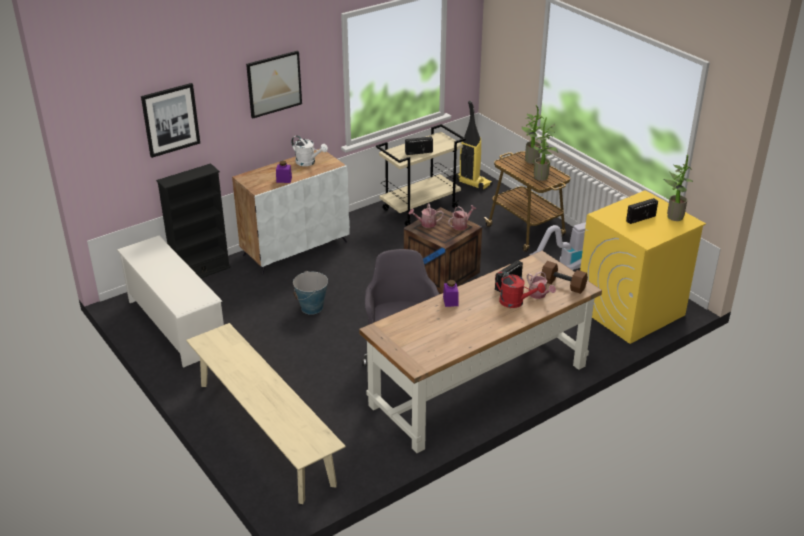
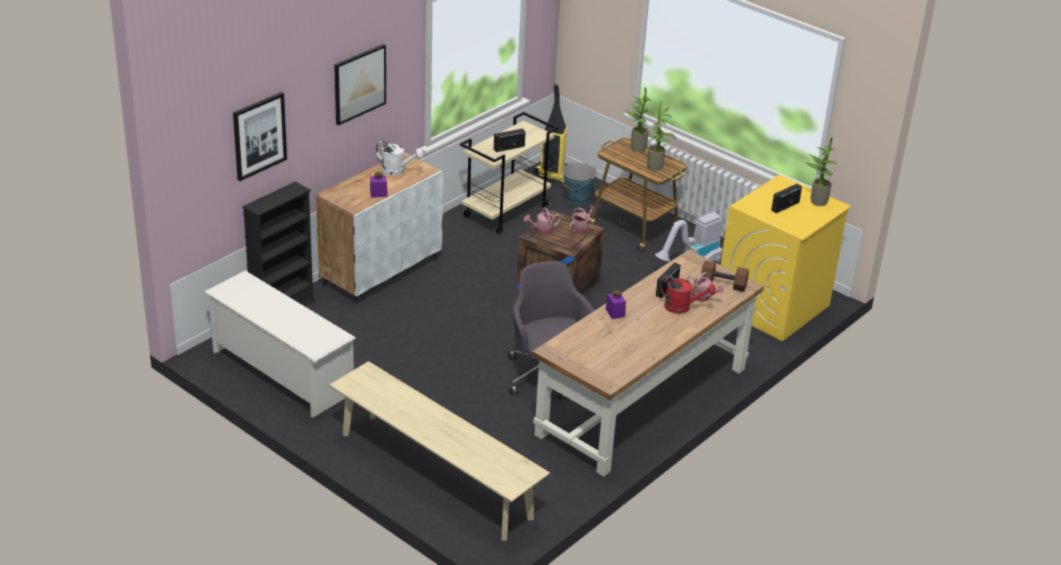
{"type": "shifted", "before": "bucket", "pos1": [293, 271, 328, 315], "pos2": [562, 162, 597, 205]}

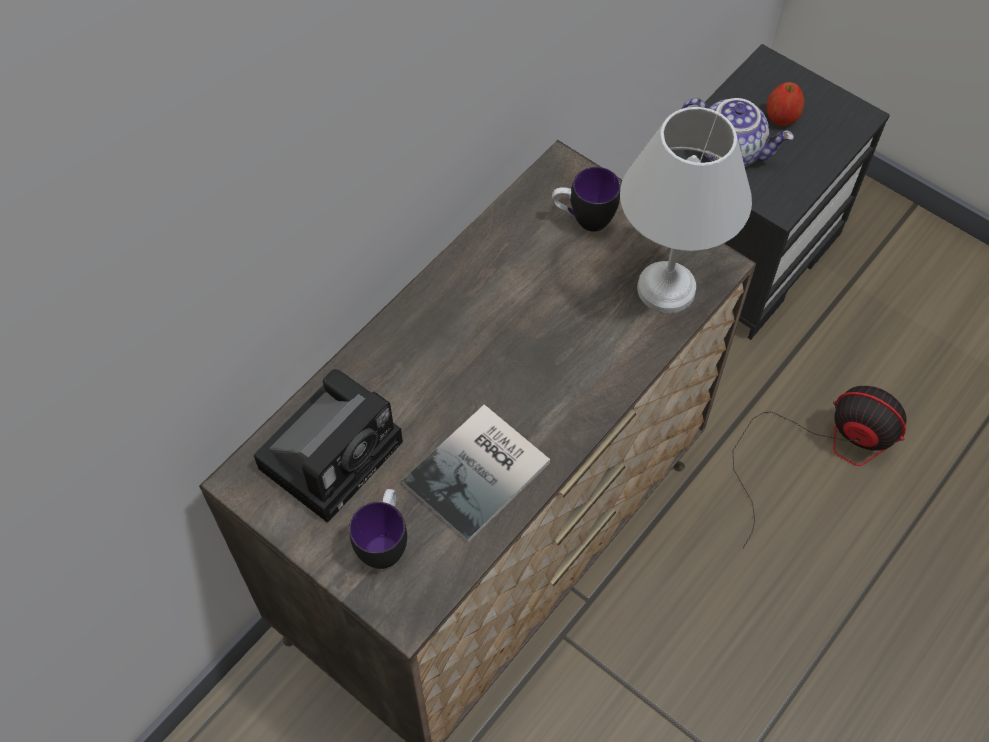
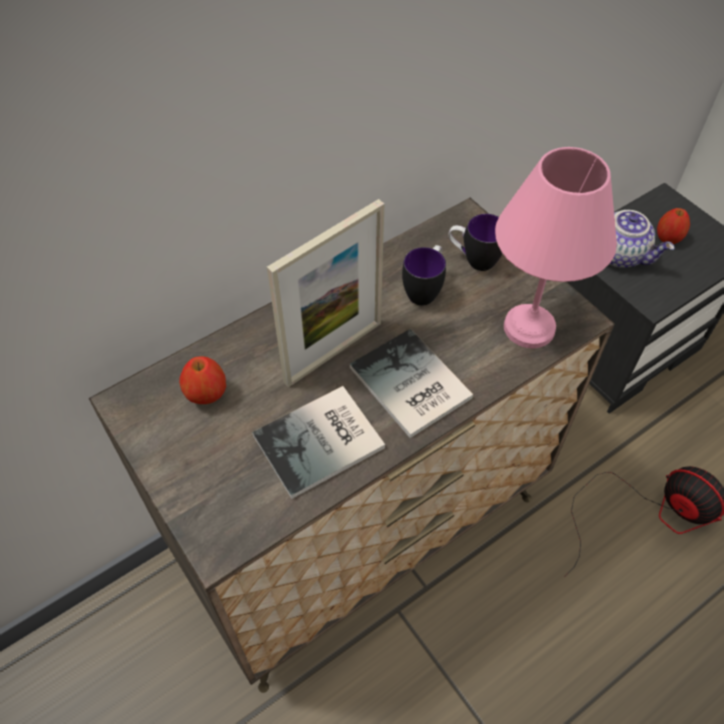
{"type": "swapped", "before": "photo camera", "after": "whole apple", "pos1": [254, 369, 403, 523], "pos2": [179, 356, 226, 404]}
{"type": "new", "after": "photo frame", "pos2": [267, 199, 385, 387]}
{"type": "new", "after": "book", "pos2": [350, 329, 473, 438]}
{"type": "shifted", "before": "coffee mug", "pos1": [349, 489, 407, 569], "pos2": [402, 245, 446, 306]}
{"type": "repainted", "before": "white-coloured tabletop lamp", "after": "pinkish tabletop lamp", "pos1": [620, 107, 752, 313], "pos2": [495, 147, 617, 348]}

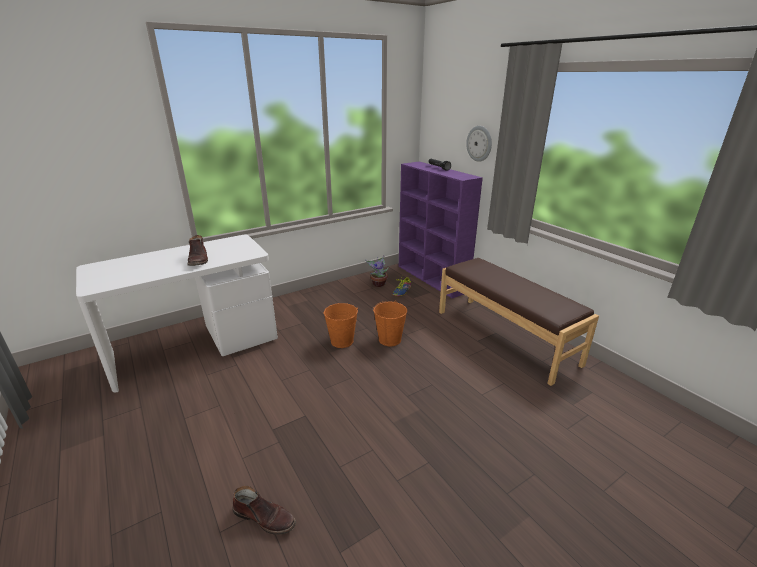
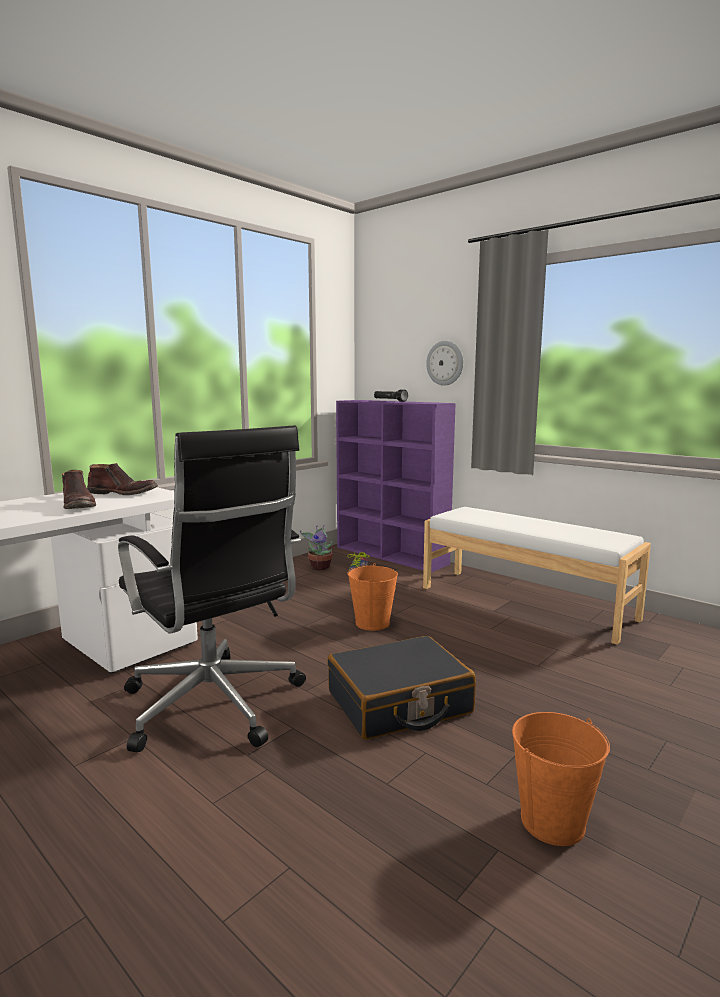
{"type": "shifted", "before": "brownish tall boot", "pos1": [233, 486, 296, 535], "pos2": [87, 463, 158, 495]}
{"type": "new", "after": "black-coloured desk chair", "pos2": [118, 425, 306, 752]}
{"type": "new", "after": "black-coloured travel case", "pos2": [327, 636, 476, 740]}
{"type": "repainted", "before": "brownish indoor bench", "after": "white-coloured indoor bench", "pos1": [439, 258, 599, 386], "pos2": [423, 507, 651, 645]}
{"type": "shifted", "before": "orangey bucket", "pos1": [323, 303, 358, 348], "pos2": [512, 712, 610, 846]}

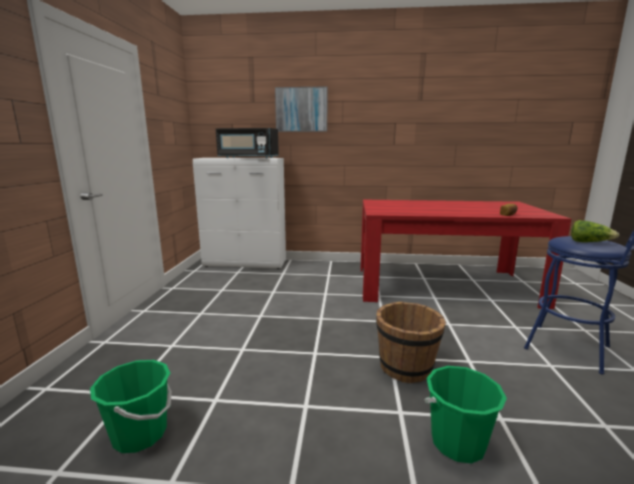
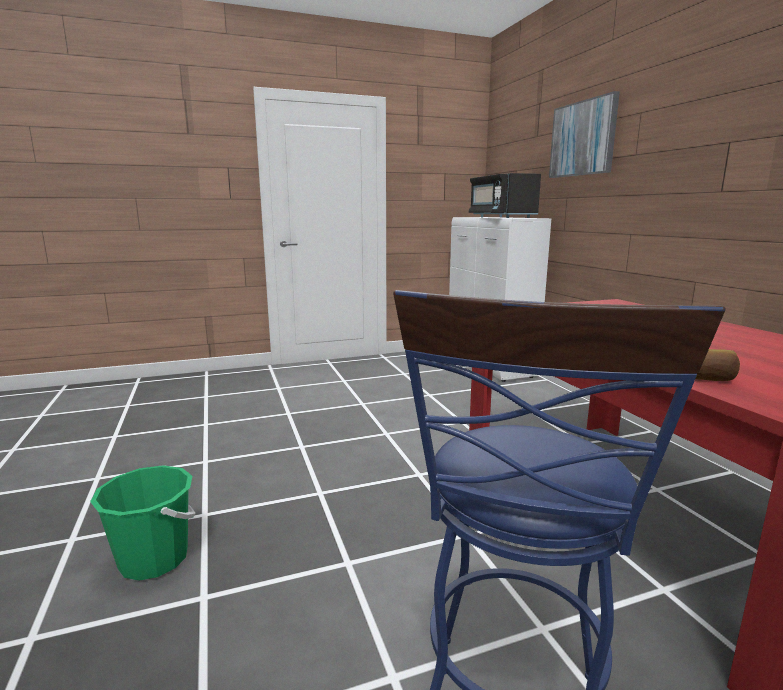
{"type": "gone", "before": "green-coloured bucket", "pos1": [90, 360, 172, 453]}
{"type": "gone", "before": "brownish bucket", "pos1": [376, 301, 446, 383]}
{"type": "gone", "before": "lettuce head", "pos1": [571, 220, 619, 242]}

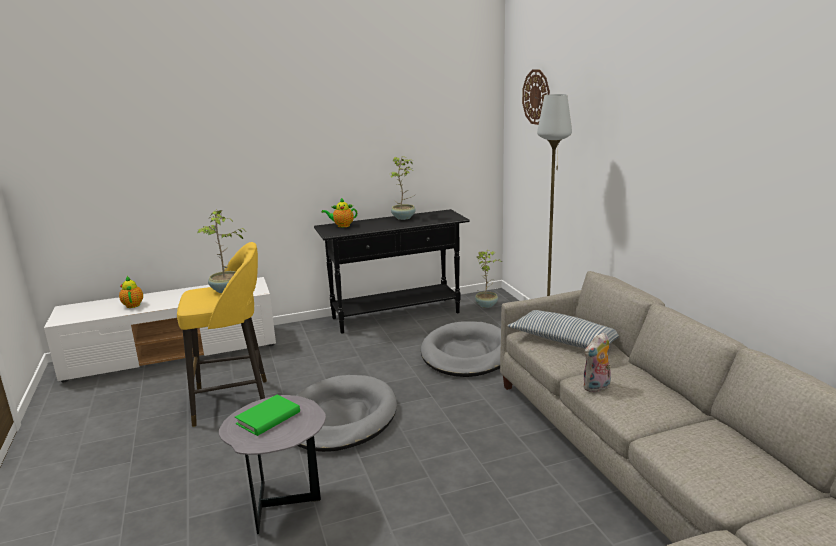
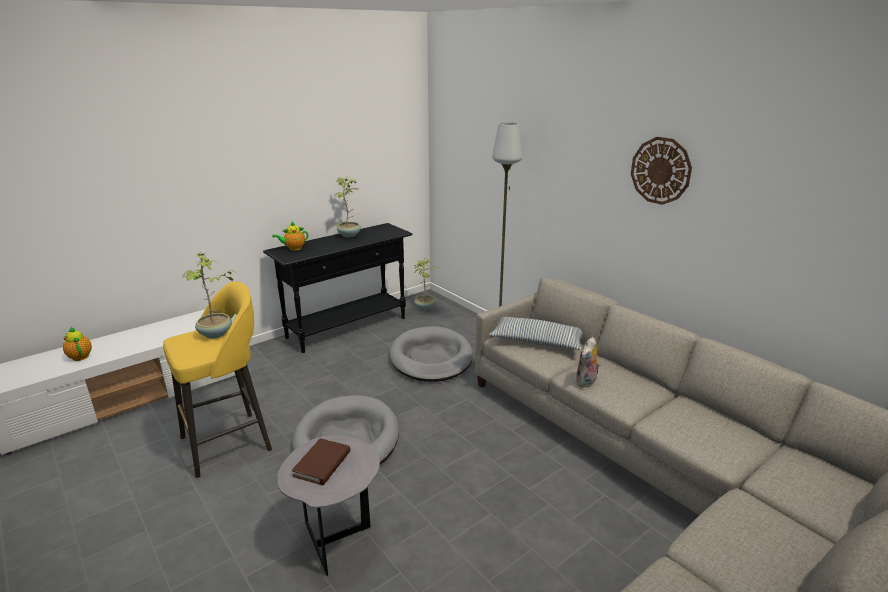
{"type": "repainted", "before": "green-coloured book", "after": "brownish book", "pos1": [235, 395, 300, 436], "pos2": [292, 438, 350, 485]}
{"type": "shifted", "before": "clock on the wall", "pos1": [522, 69, 550, 125], "pos2": [631, 137, 692, 205]}

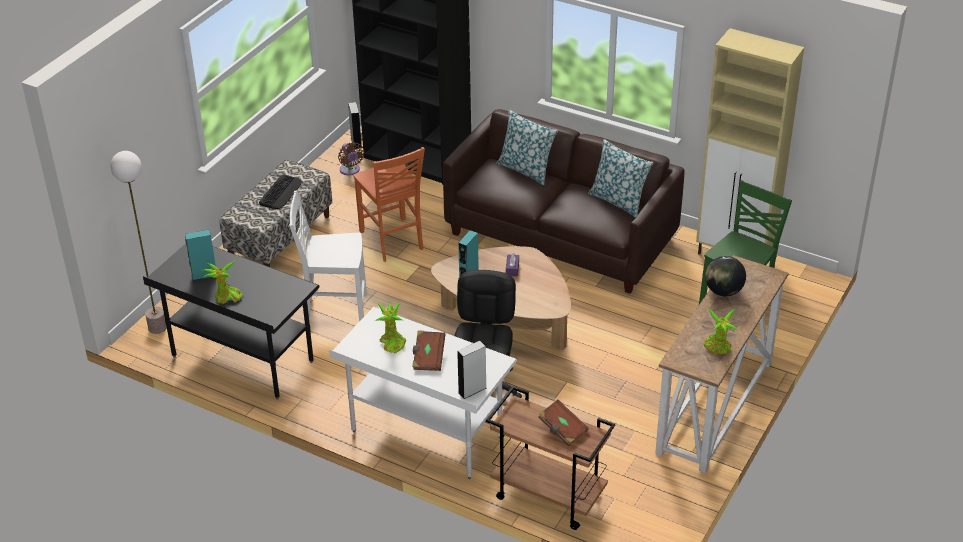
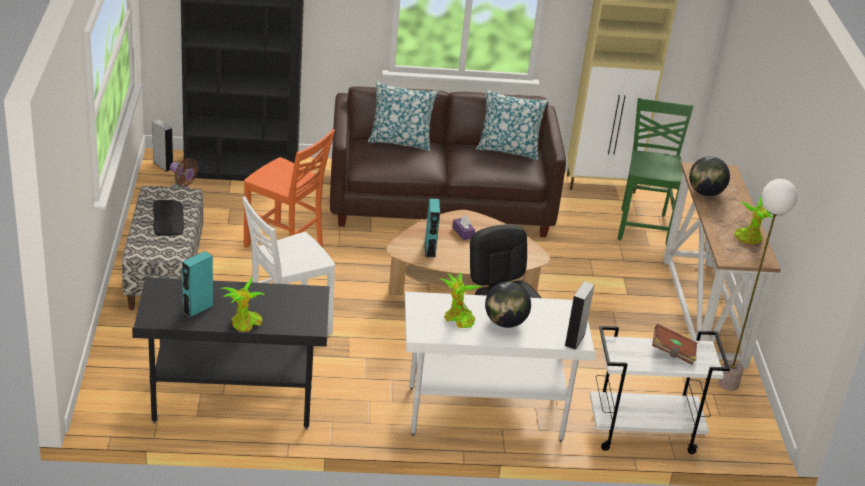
{"type": "swapped", "before": "brownish book", "after": "desk globe", "pos1": [412, 330, 446, 371], "pos2": [485, 282, 531, 328]}
{"type": "repainted", "before": "brownish wheeled cart", "after": "white-coloured wheeled cart", "pos1": [486, 386, 615, 530], "pos2": [590, 326, 730, 454]}
{"type": "shifted", "before": "standard lamp", "pos1": [111, 151, 167, 334], "pos2": [718, 179, 798, 391]}

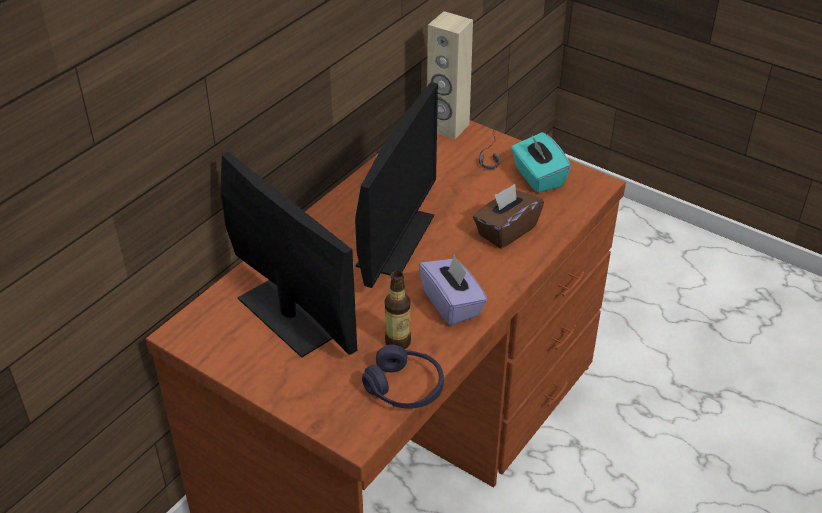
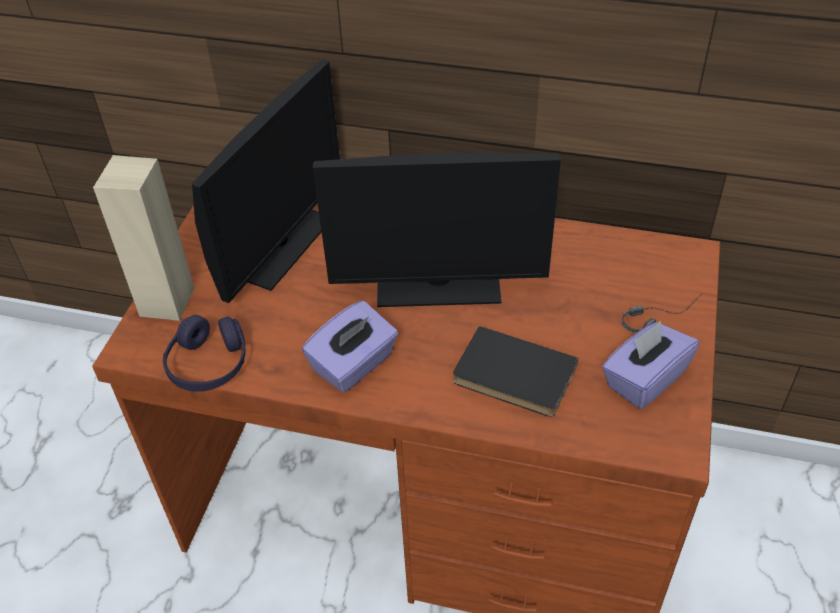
{"type": "shifted", "before": "sand-coloured audio speaker", "pos1": [427, 11, 473, 139], "pos2": [93, 155, 194, 321]}
{"type": "swapped", "before": "brownish box of tissues", "after": "black-coloured book", "pos1": [473, 184, 544, 249], "pos2": [453, 326, 578, 417]}
{"type": "repainted", "before": "turquoise box of tissues", "after": "purple-coloured box of tissues", "pos1": [511, 132, 571, 193], "pos2": [602, 321, 699, 409]}
{"type": "gone", "before": "drink bottle", "pos1": [384, 271, 411, 349]}

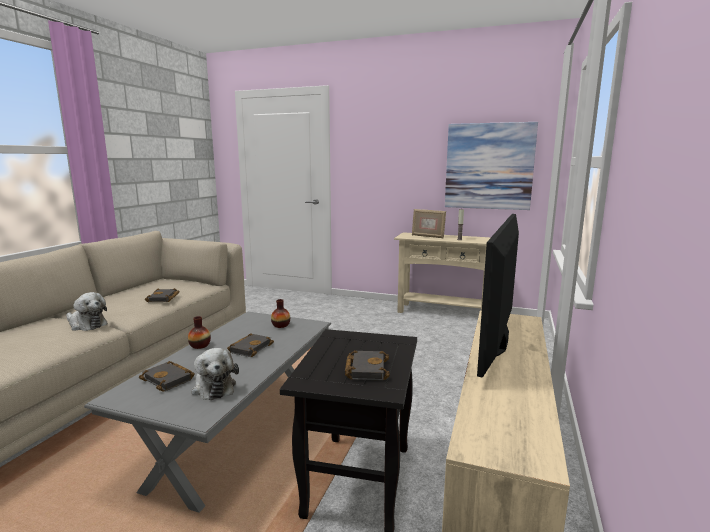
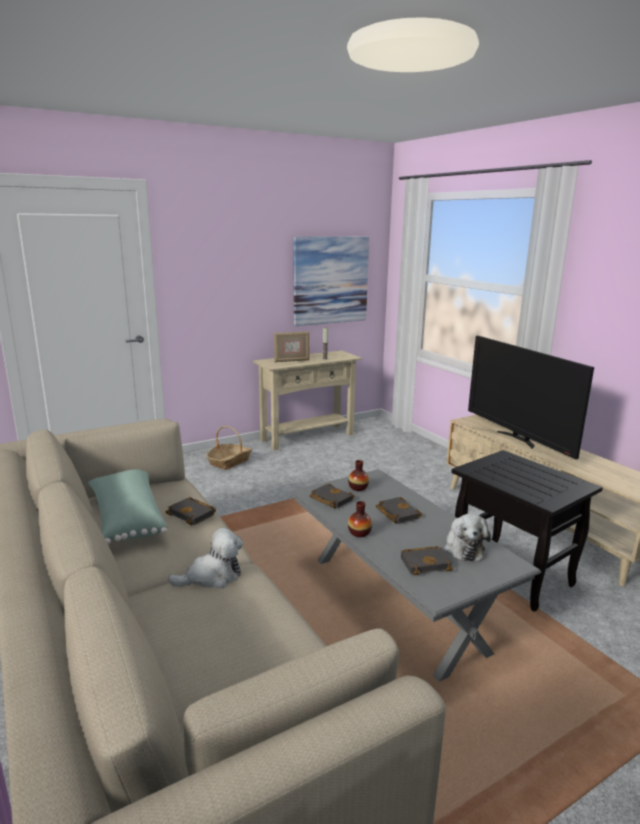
{"type": "new", "after": "green-coloured throw pillow", "pos2": [88, 469, 167, 544]}
{"type": "new", "after": "basket", "pos2": [206, 426, 252, 470]}
{"type": "shifted", "before": "black-coloured book", "pos1": [345, 350, 390, 380], "pos2": [310, 483, 354, 509]}
{"type": "rotated", "before": "plush toy", "pos1": [191, 348, 239, 400], "pos2": [444, 514, 491, 561], "turn": 75}

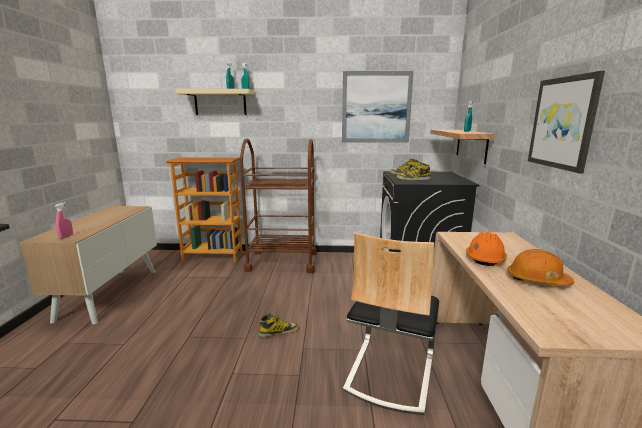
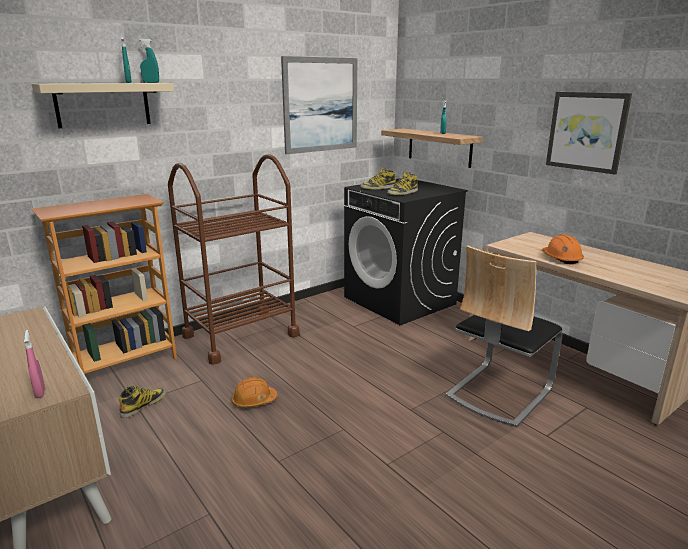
{"type": "shifted", "before": "tall boot", "pos1": [258, 313, 299, 337], "pos2": [119, 386, 166, 418]}
{"type": "shifted", "before": "orangey safety helmet", "pos1": [507, 249, 574, 286], "pos2": [232, 377, 278, 408]}
{"type": "rotated", "before": "chair", "pos1": [343, 232, 439, 415], "pos2": [446, 245, 562, 427], "turn": 60}

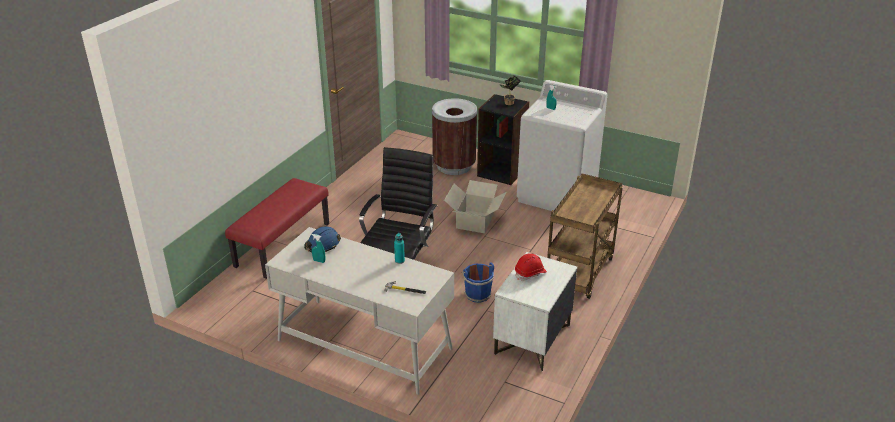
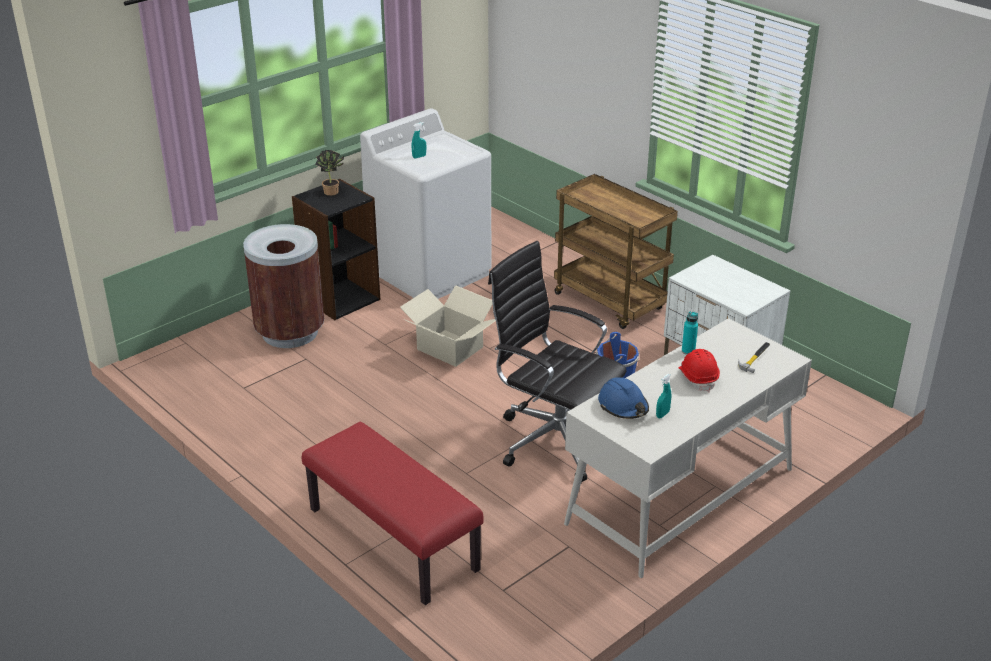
{"type": "shifted", "before": "reddish safety helmet", "pos1": [515, 253, 547, 280], "pos2": [679, 349, 720, 392]}

